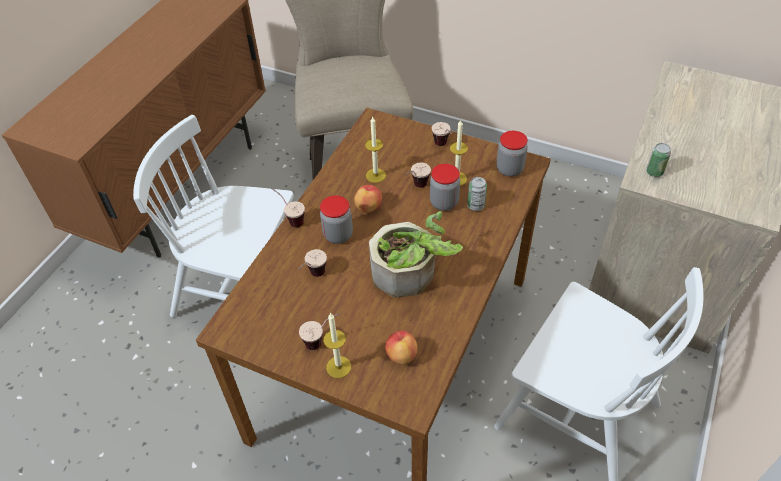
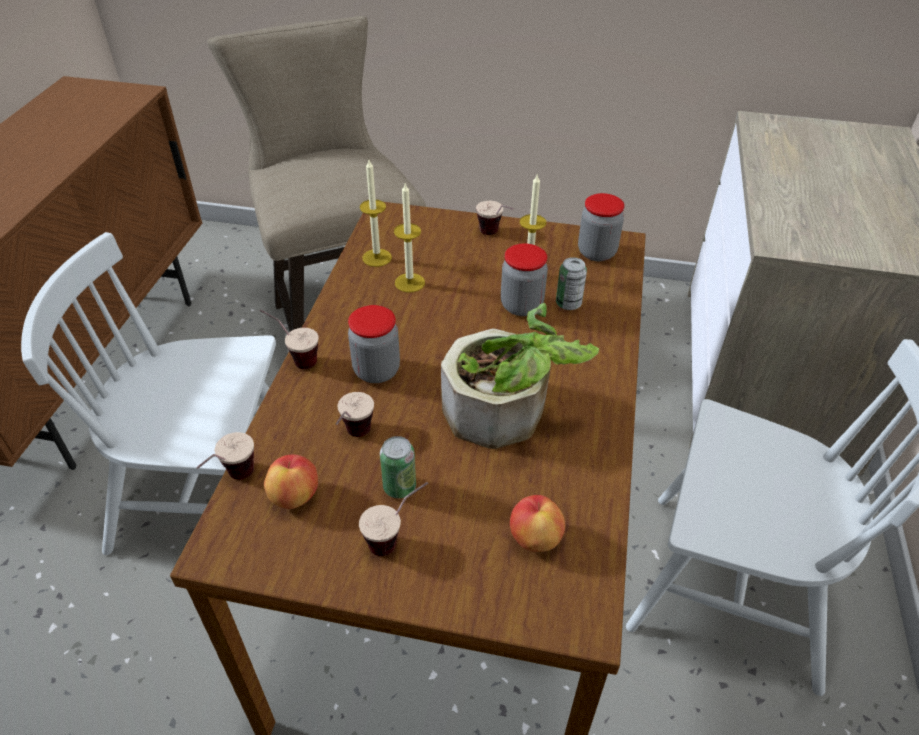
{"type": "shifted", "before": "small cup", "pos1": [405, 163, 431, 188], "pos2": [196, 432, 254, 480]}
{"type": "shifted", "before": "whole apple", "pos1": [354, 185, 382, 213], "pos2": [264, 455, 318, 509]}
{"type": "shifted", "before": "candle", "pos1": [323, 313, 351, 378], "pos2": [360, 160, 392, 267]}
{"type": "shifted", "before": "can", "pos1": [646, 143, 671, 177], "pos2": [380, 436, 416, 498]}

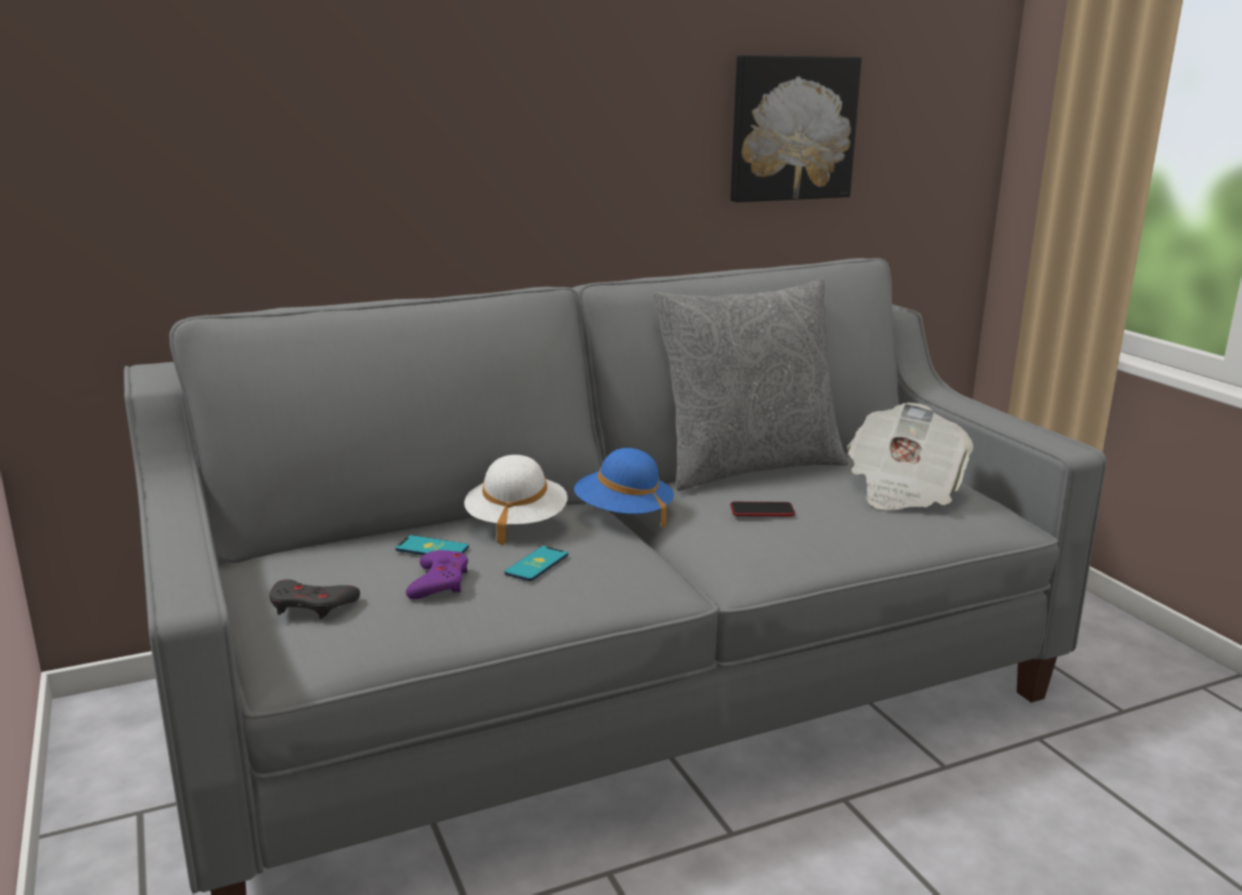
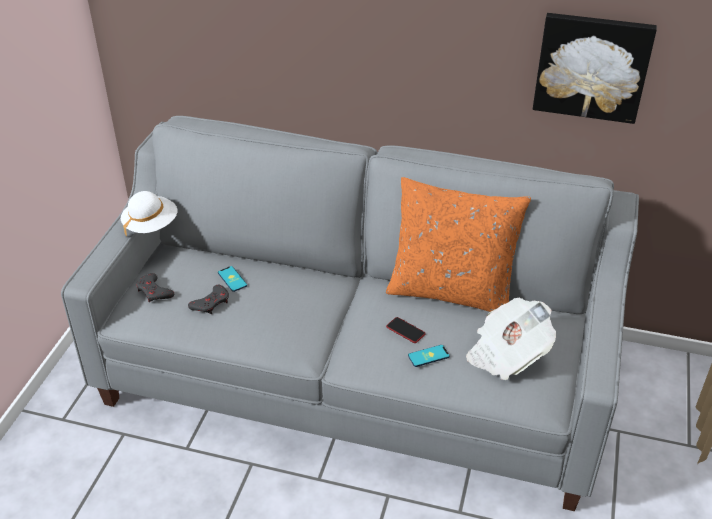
{"type": "shifted", "before": "white-coloured wearable hat", "pos1": [464, 455, 568, 546], "pos2": [121, 191, 177, 237]}
{"type": "repainted", "before": "purple-coloured joypad", "after": "grey joypad", "pos1": [406, 550, 468, 600], "pos2": [188, 285, 229, 314]}
{"type": "repainted", "before": "grey throw pillow", "after": "orangey throw pillow", "pos1": [653, 278, 848, 491], "pos2": [386, 177, 531, 312]}
{"type": "shifted", "before": "telephone", "pos1": [504, 546, 568, 581], "pos2": [408, 345, 450, 367]}
{"type": "gone", "before": "blue-coloured wearable hat", "pos1": [574, 448, 674, 527]}

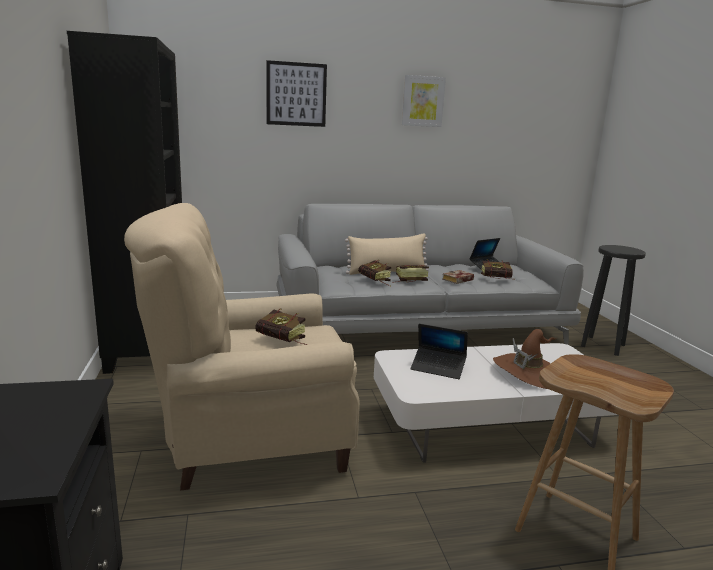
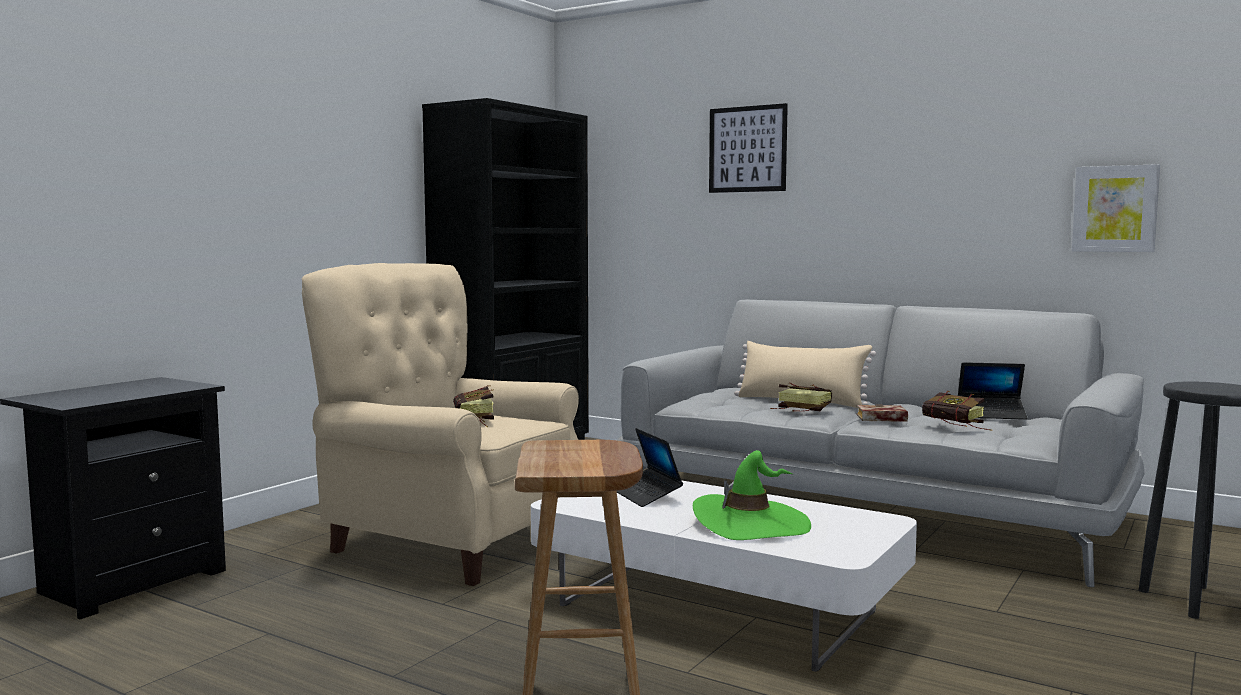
{"type": "repainted", "before": "brownish wearable hat", "after": "green-coloured wearable hat", "pos1": [493, 329, 556, 389], "pos2": [693, 450, 811, 540]}
{"type": "shifted", "before": "picture", "pos1": [402, 75, 446, 127], "pos2": [1072, 164, 1160, 252]}
{"type": "gone", "before": "book", "pos1": [358, 260, 391, 286]}

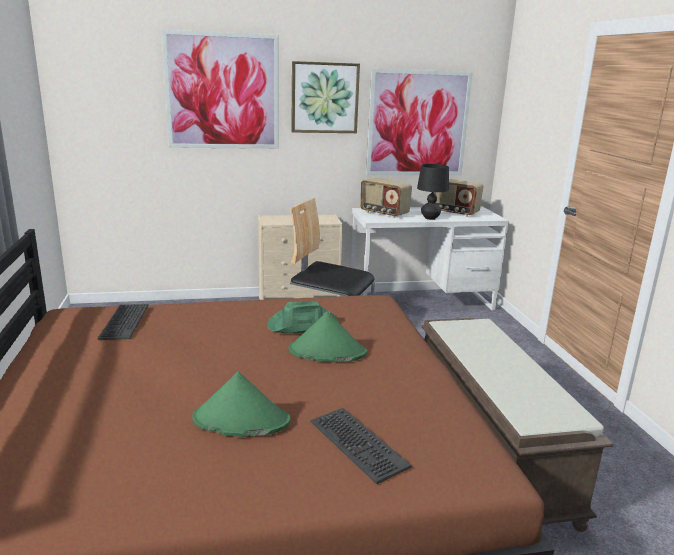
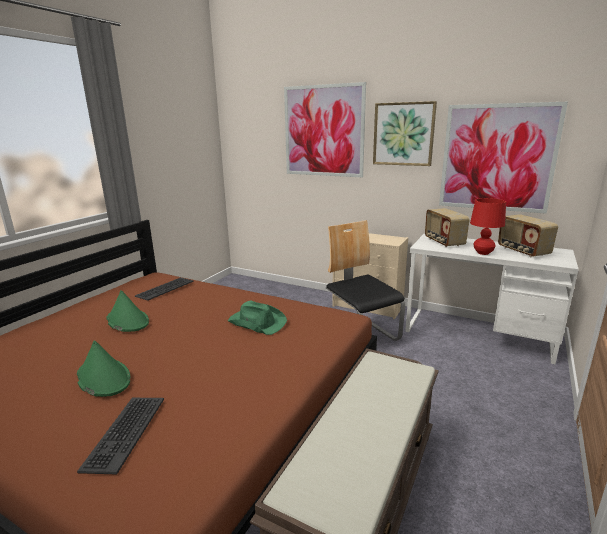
{"type": "shifted", "before": "green-coloured wearable hat", "pos1": [289, 312, 367, 362], "pos2": [107, 290, 149, 332]}
{"type": "repainted", "before": "black-coloured tabletop lamp", "after": "reddish tabletop lamp", "pos1": [417, 164, 449, 220], "pos2": [470, 198, 506, 255]}

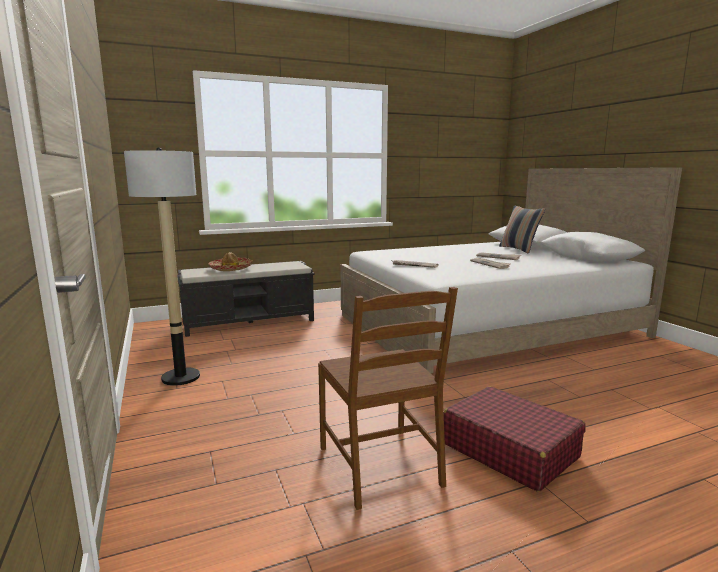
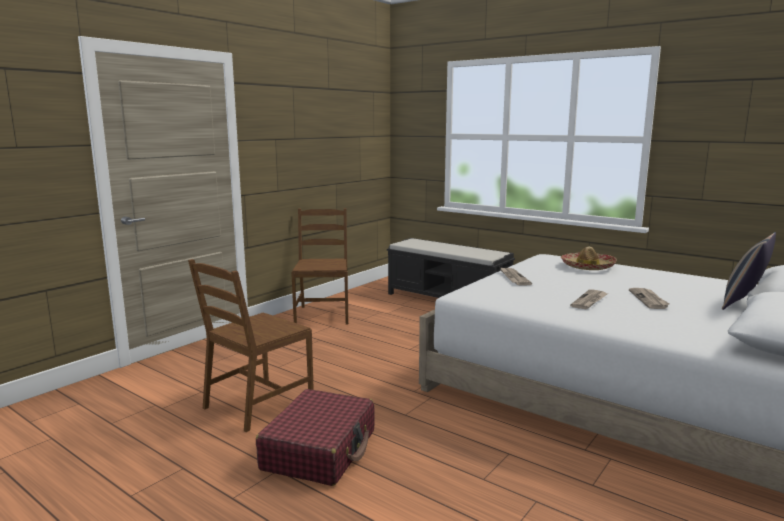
{"type": "swapped", "before": "standard lamp", "after": "brownish chair", "pos1": [124, 147, 200, 386], "pos2": [291, 208, 348, 325]}
{"type": "shifted", "before": "wearable hat", "pos1": [208, 252, 253, 271], "pos2": [561, 247, 617, 270]}

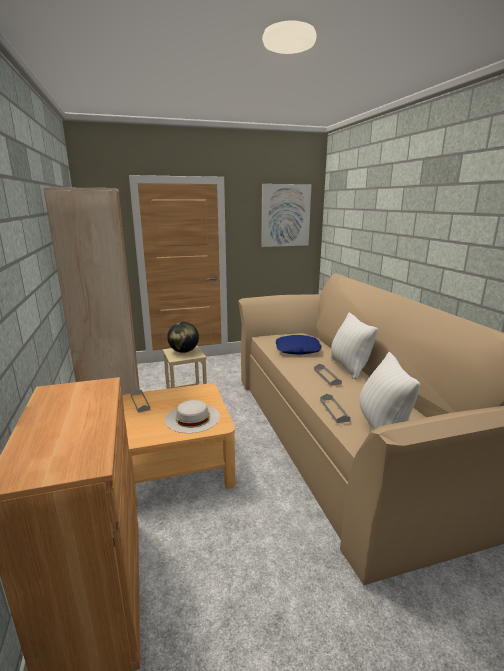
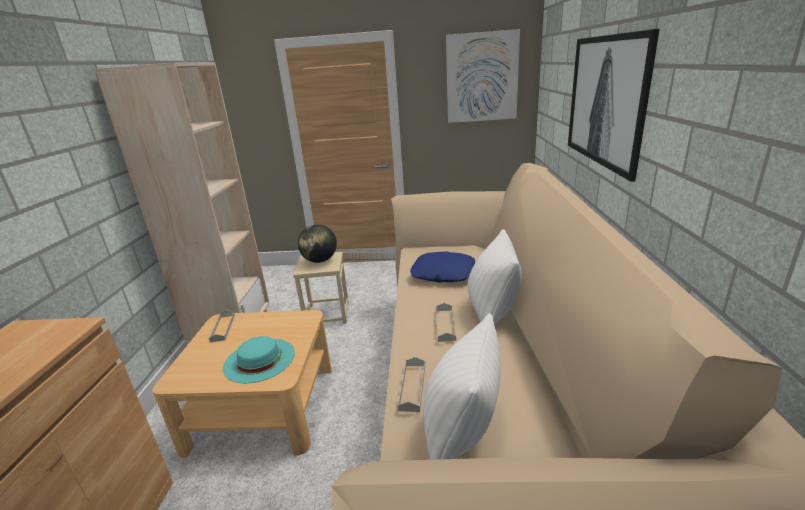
{"type": "repainted", "before": "white-coloured wearable hat", "after": "turquoise wearable hat", "pos1": [165, 400, 220, 433], "pos2": [223, 336, 295, 383]}
{"type": "new", "after": "picture", "pos2": [568, 29, 660, 182]}

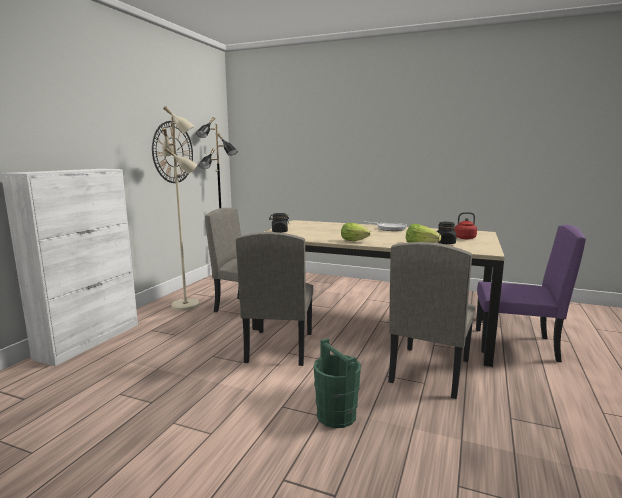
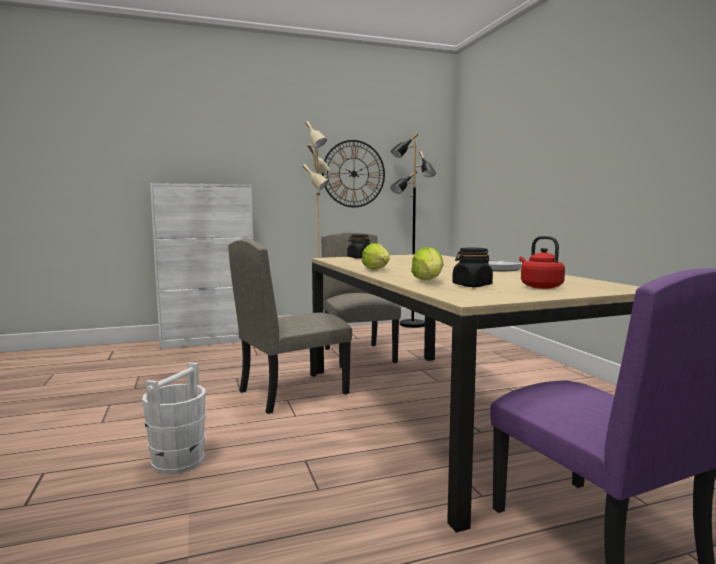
{"type": "repainted", "before": "green-coloured bucket", "after": "white-coloured bucket", "pos1": [314, 338, 361, 428], "pos2": [142, 362, 206, 474]}
{"type": "gone", "before": "sand-coloured chair", "pos1": [388, 242, 476, 399]}

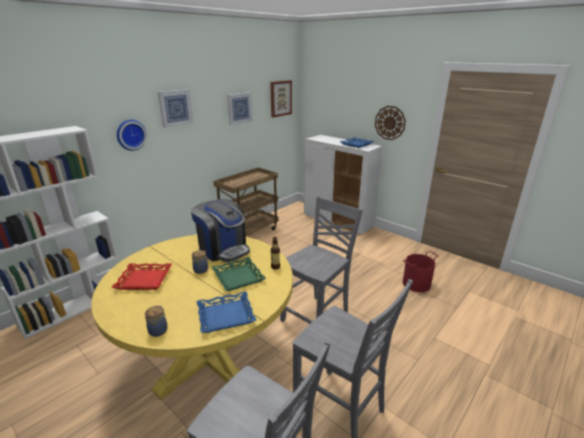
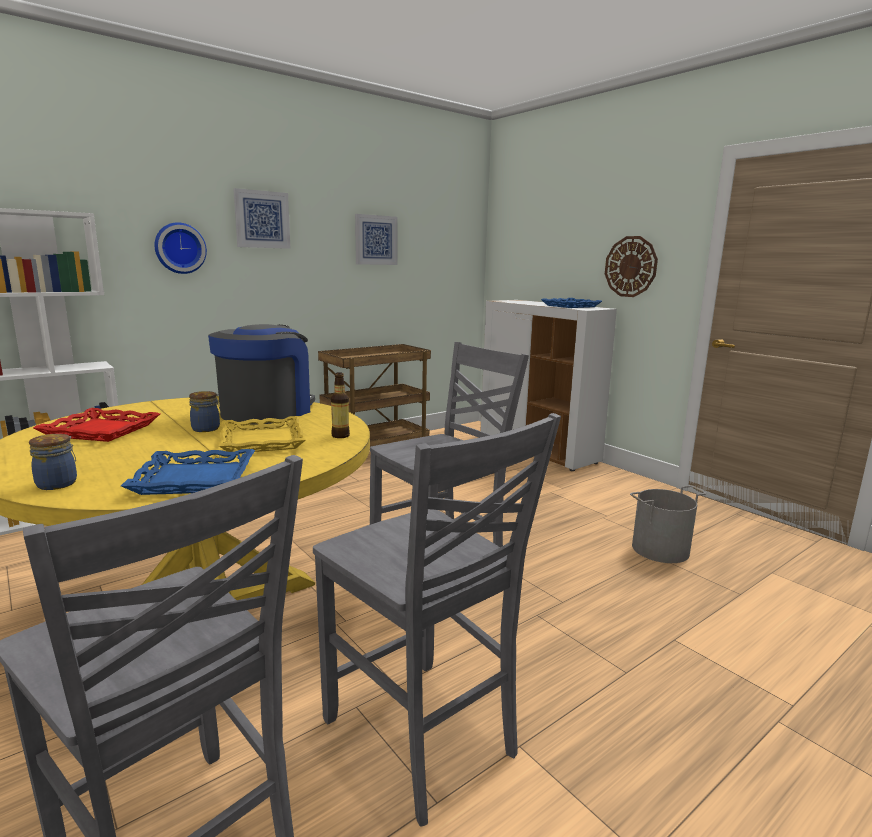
{"type": "rotated", "before": "coffee maker", "pos1": [191, 199, 250, 262], "pos2": [208, 324, 315, 425], "turn": -120}
{"type": "repainted", "before": "green-coloured serving tray", "after": "yellowish serving tray", "pos1": [212, 257, 266, 291], "pos2": [219, 416, 306, 452]}
{"type": "repainted", "before": "reddish bucket", "after": "grey bucket", "pos1": [403, 251, 439, 292], "pos2": [630, 485, 706, 563]}
{"type": "gone", "before": "picture", "pos1": [270, 80, 292, 117]}

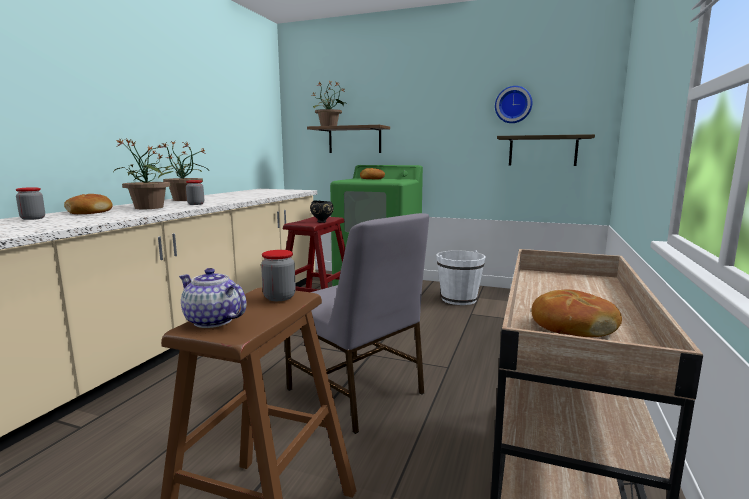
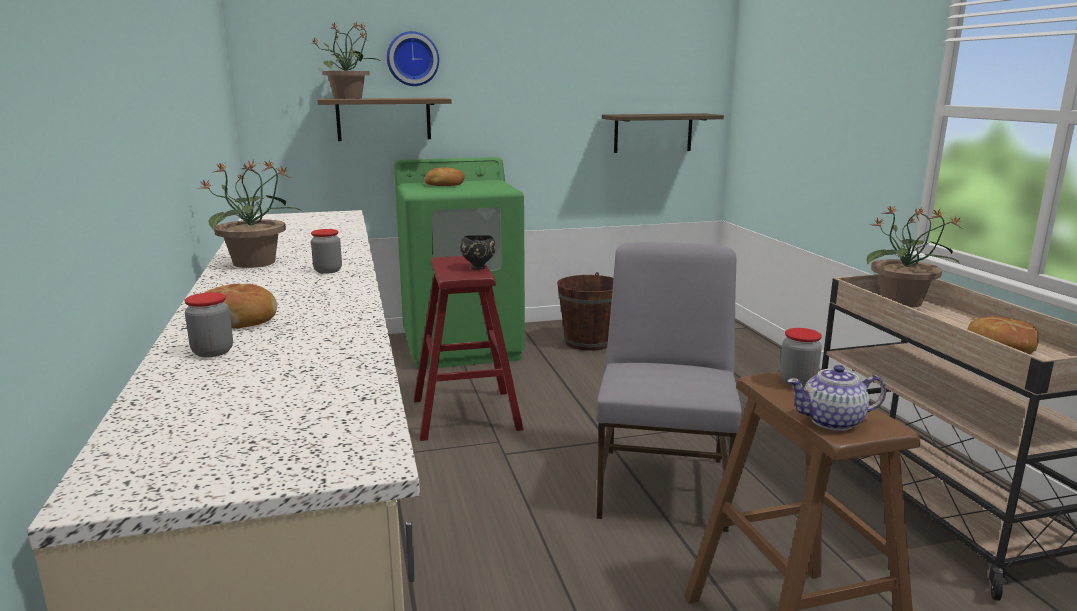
{"type": "shifted", "before": "clock on the wall", "pos1": [495, 86, 532, 123], "pos2": [387, 31, 439, 86]}
{"type": "repainted", "before": "white-coloured bucket", "after": "brownish bucket", "pos1": [437, 250, 485, 305], "pos2": [557, 272, 613, 351]}
{"type": "rotated", "before": "grey chair", "pos1": [285, 213, 429, 434], "pos2": [596, 242, 742, 532], "turn": -90}
{"type": "shifted", "before": "plant in a pot", "pos1": [114, 138, 171, 209], "pos2": [867, 206, 961, 307]}

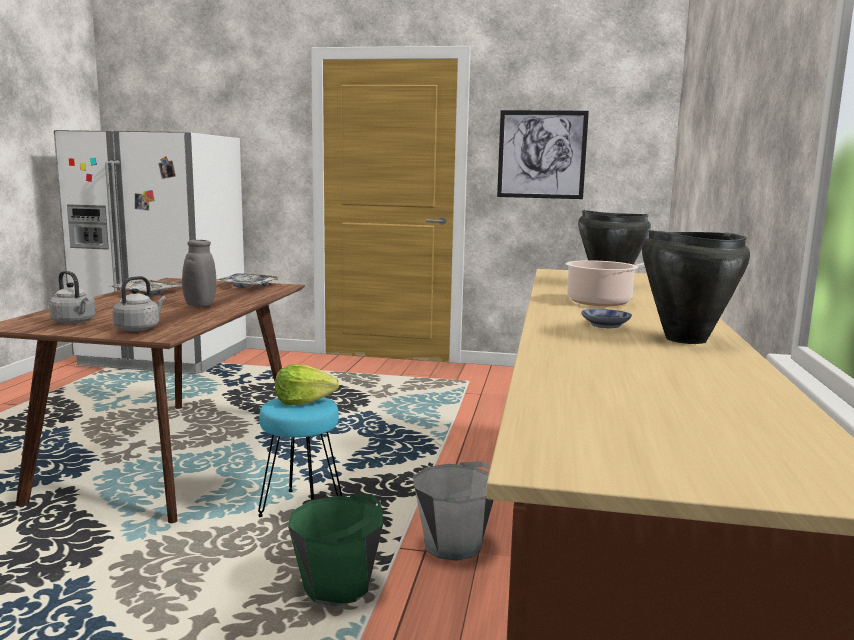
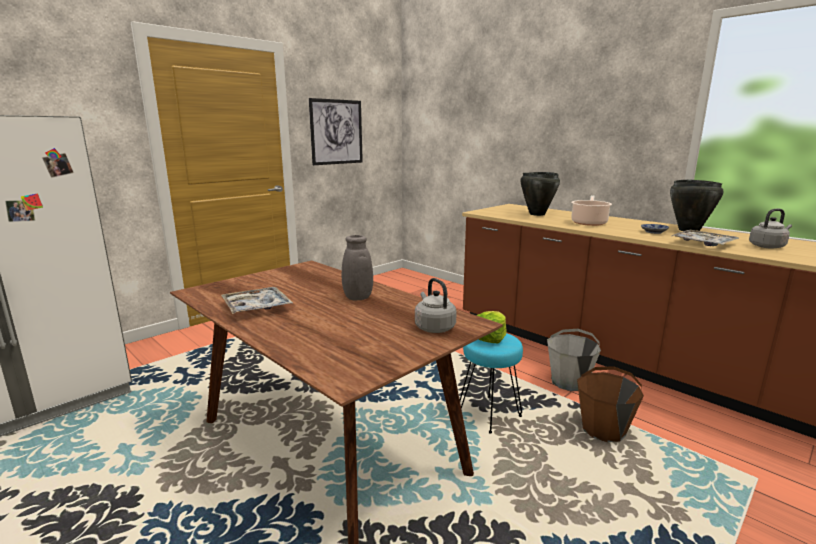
{"type": "repainted", "before": "green-coloured bucket", "after": "brownish bucket", "pos1": [288, 494, 383, 606], "pos2": [577, 366, 644, 442]}
{"type": "shifted", "before": "serving tray", "pos1": [217, 273, 280, 288], "pos2": [672, 230, 739, 246]}
{"type": "shifted", "before": "grey water kettle", "pos1": [49, 271, 96, 324], "pos2": [749, 209, 792, 249]}

